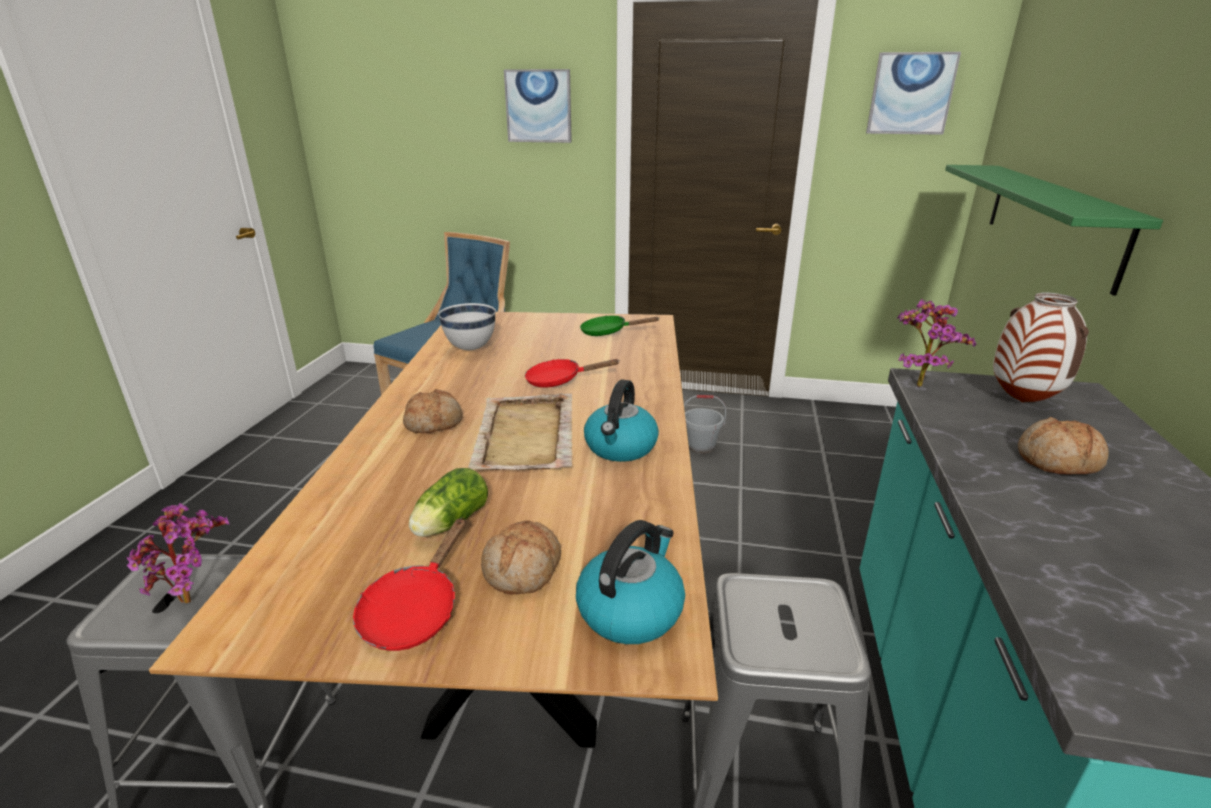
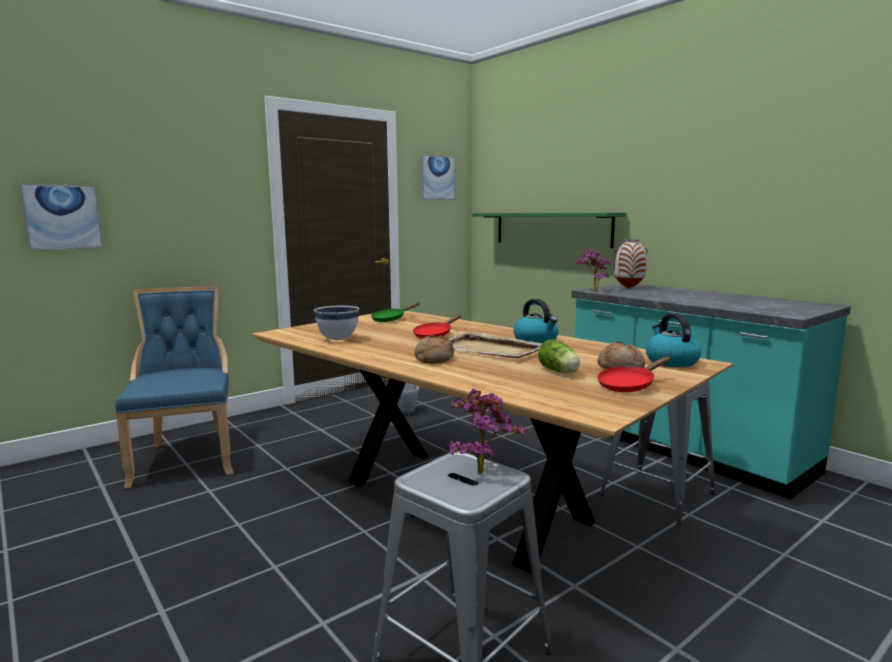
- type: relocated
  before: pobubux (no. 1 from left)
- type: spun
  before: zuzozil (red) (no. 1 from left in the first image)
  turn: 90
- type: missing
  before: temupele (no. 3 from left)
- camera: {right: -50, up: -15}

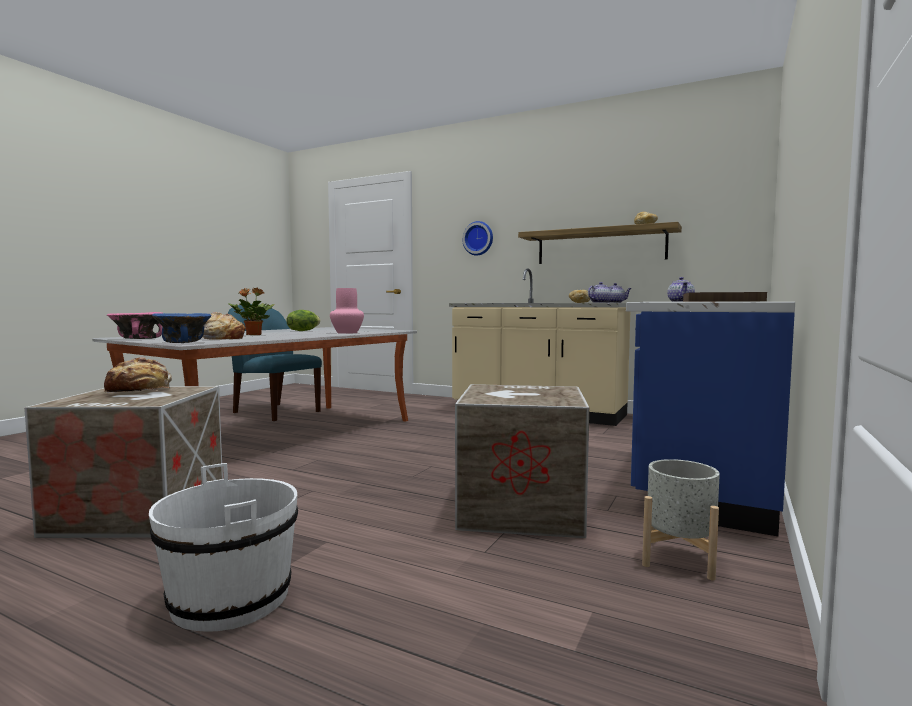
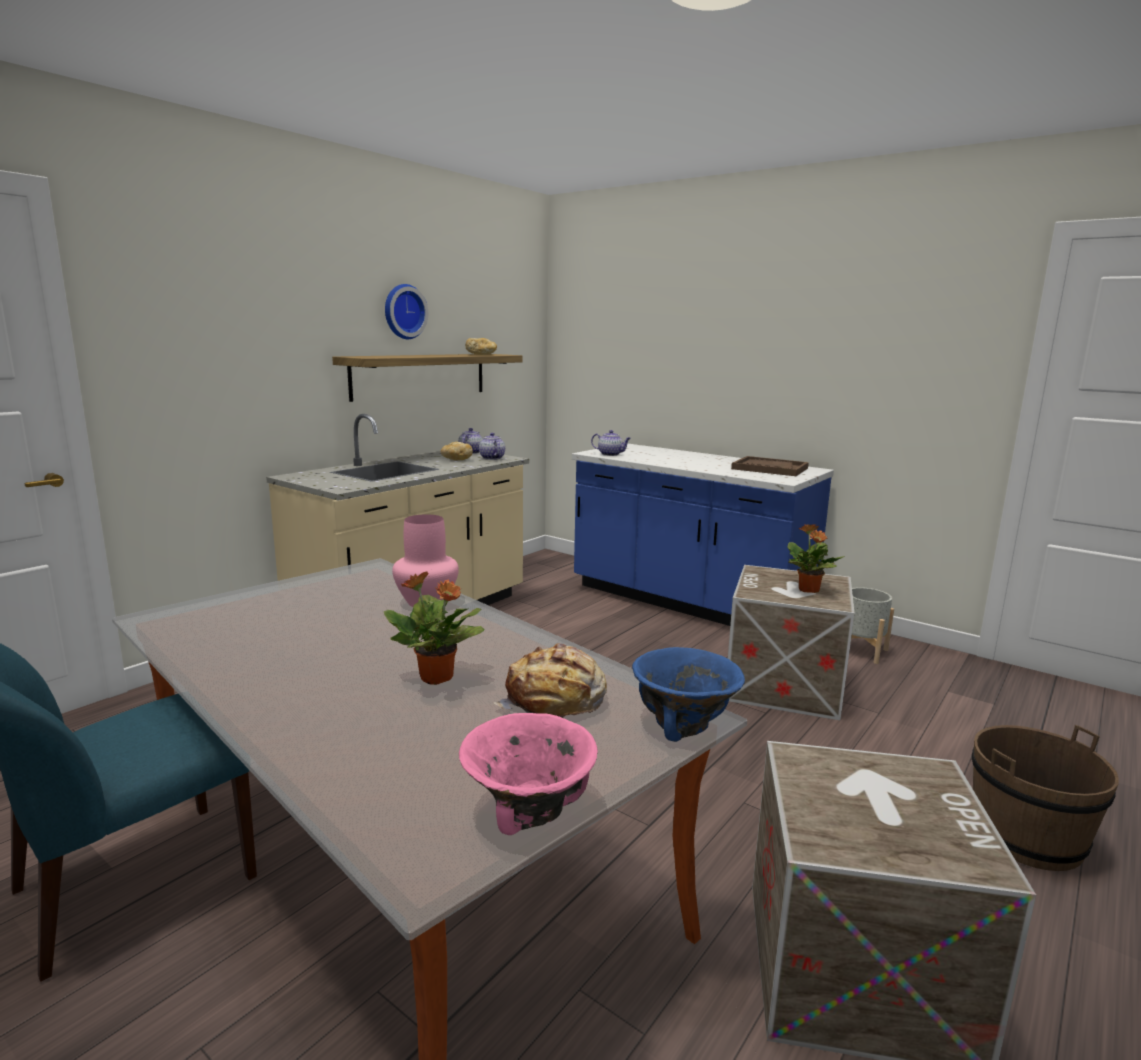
- type: relocated
  before: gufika
- type: appeared
  after: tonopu (no. 2 from left)
- type: colour
  before: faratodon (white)
  after: faratodon (brown)
- type: missing
  before: temupele (no. 1 from left)
- type: missing
  before: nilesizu
- camera: {right: -80, up: 10}

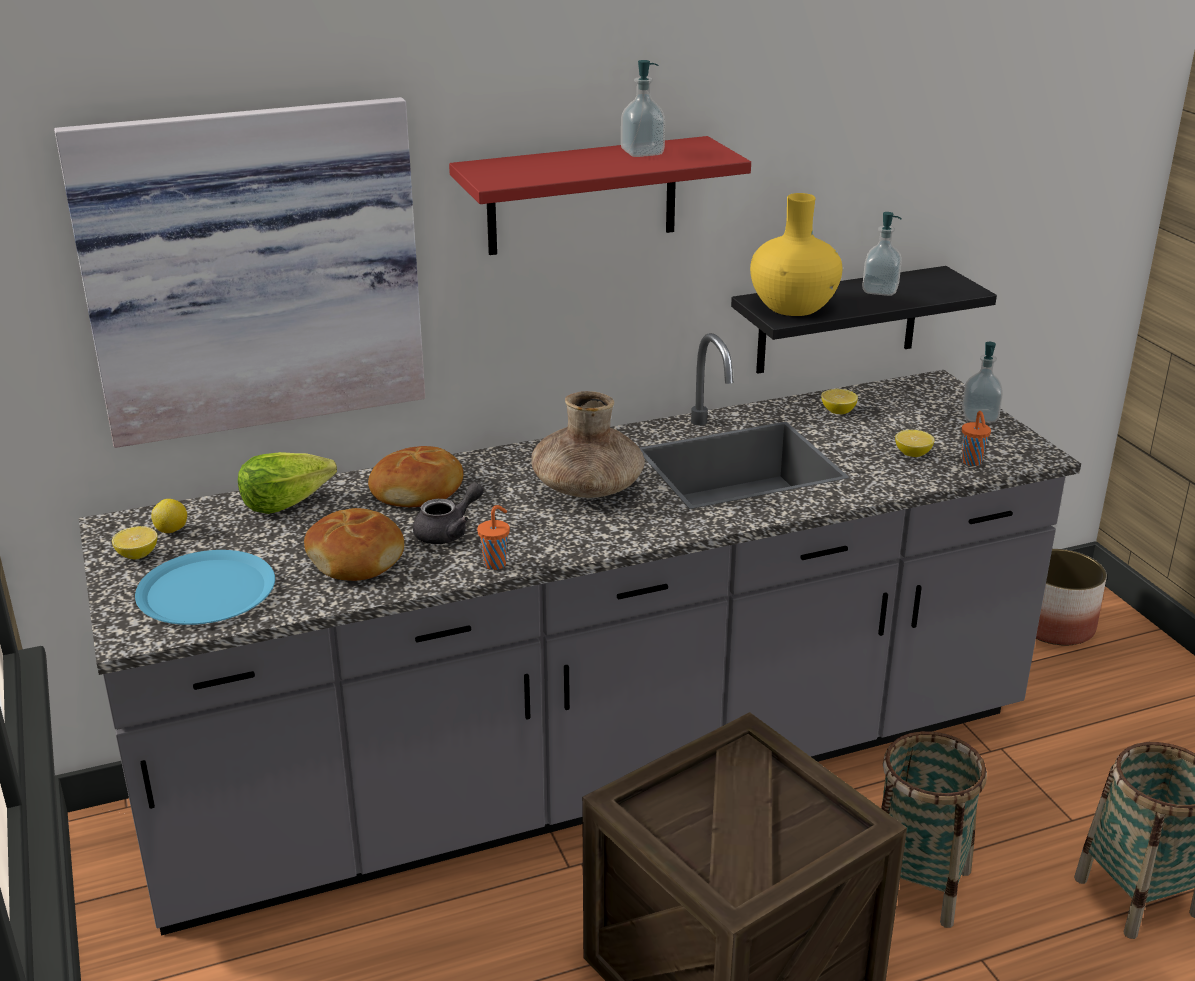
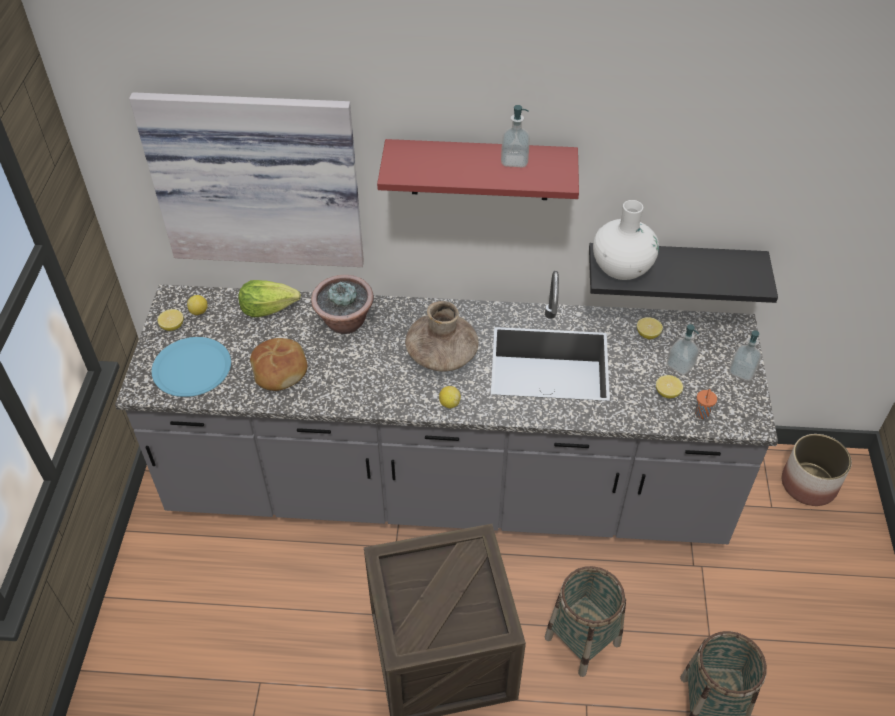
- type: exchanged
  before: temupele (no. 2 from left)
  after: tonopu
- type: appeared
  after: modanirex (no. 3 from left)
- type: colour
  before: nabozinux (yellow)
  after: nabozinux (white)
- type: relocated
  before: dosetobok (no. 2 from left)
- type: missing
  before: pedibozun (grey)
- type: missing
  before: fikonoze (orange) (no. 1 from left)
- camera: {right: 25, up: 20}

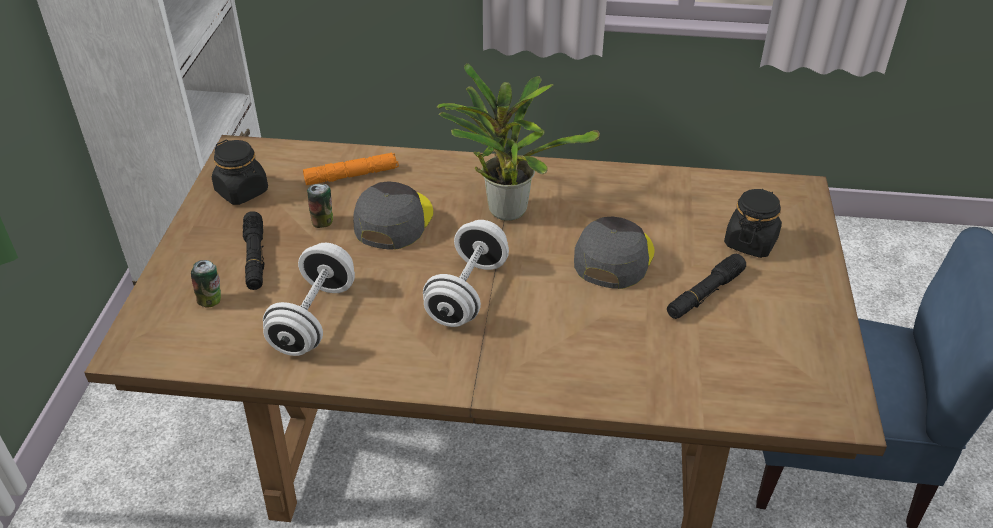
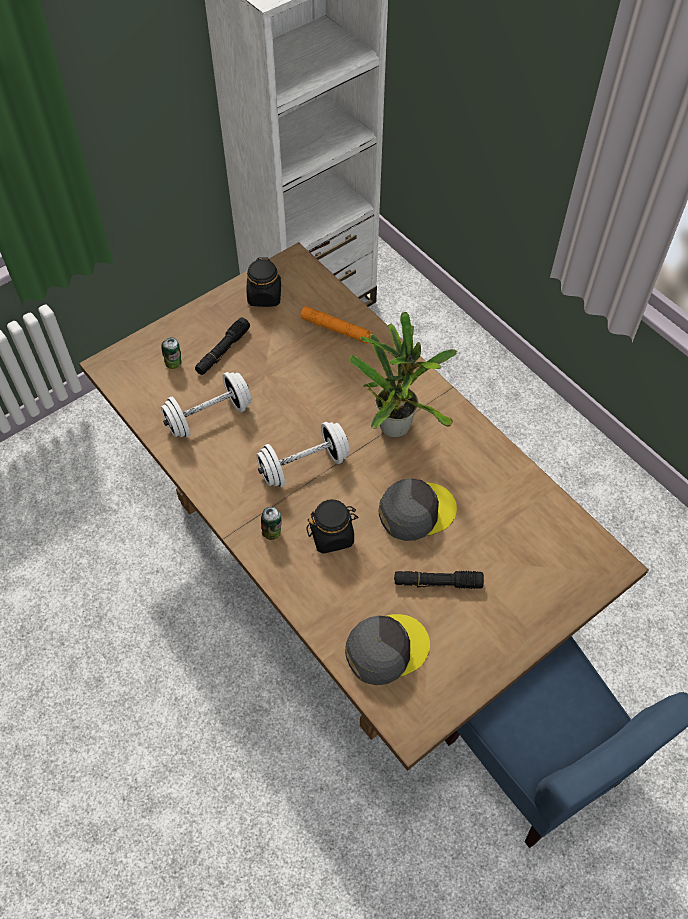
- type: relocated
  before: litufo (no. 2 from left)
- type: relocated
  before: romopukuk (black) (no. 2 from left)
- type: relocated
  before: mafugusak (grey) (no. 1 from left)
- camera: {right: 45, up: 15}

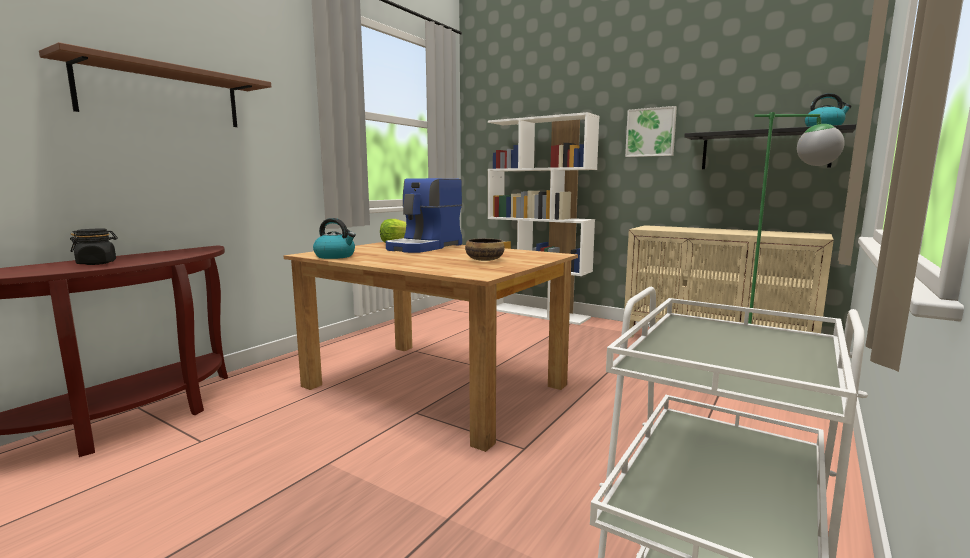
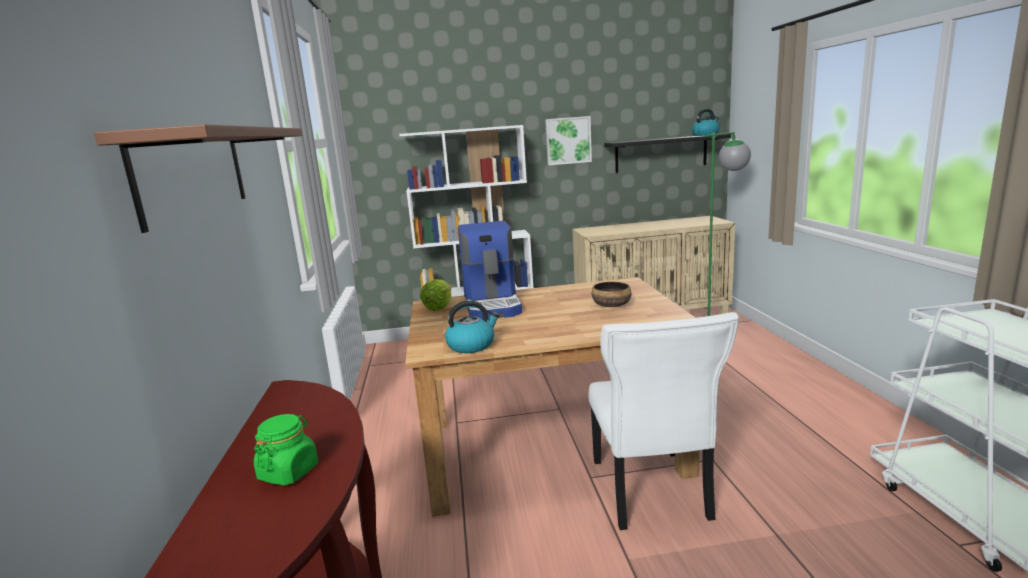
- type: colour
  before: romopukuk (black)
  after: romopukuk (green)
- type: appeared
  after: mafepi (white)
- camera: {right: -40, up: 5}

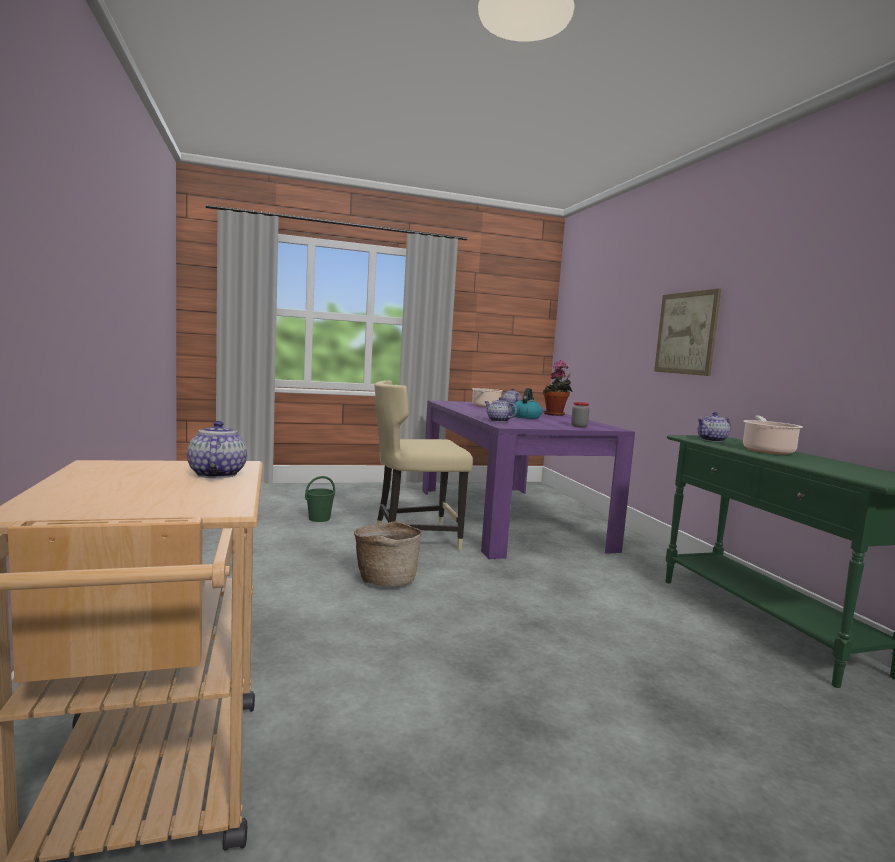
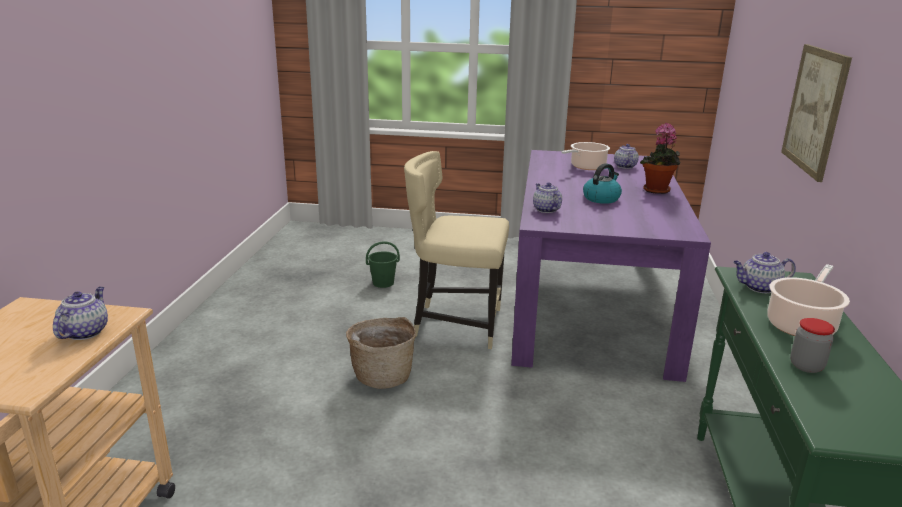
- type: relocated
  before: romopukuk
- camera: {right: 25, up: 15}

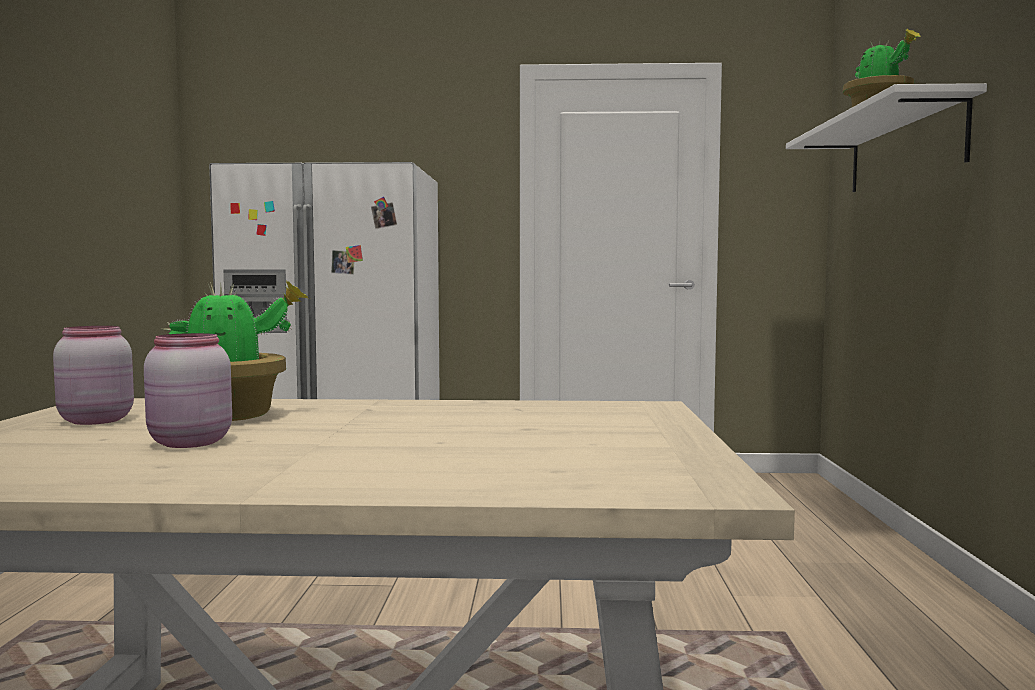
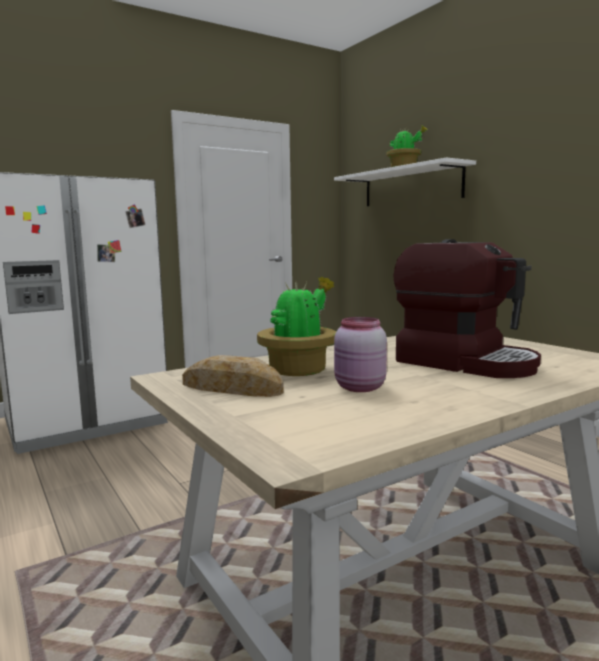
- type: exchanged
  before: romopukuk (pink) (no. 1 from left)
  after: temupele
- type: appeared
  after: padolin
- camera: {right: -35, up: 5}

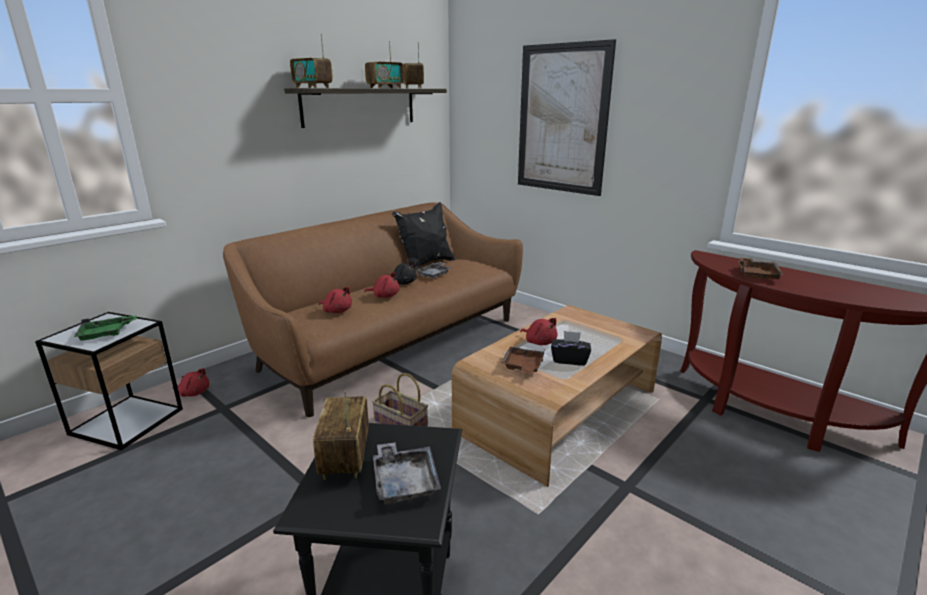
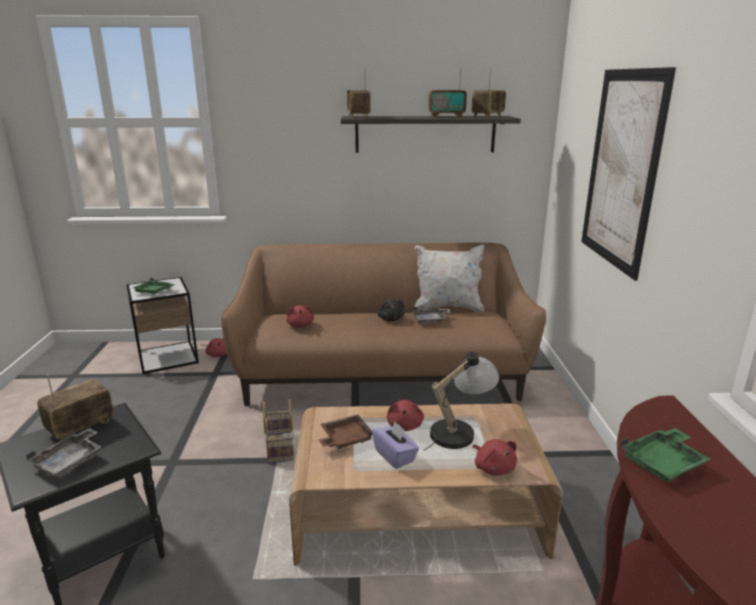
- type: colour
  before: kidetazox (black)
  after: kidetazox (purple)
- type: colour
  before: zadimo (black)
  after: zadimo (white)
- type: appeared
  after: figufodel
- type: relocated
  before: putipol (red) (no. 3 from left in the first image)
  after: putipol (red) (no. 4 from left)
- type: colour
  before: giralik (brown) (no. 2 from left)
  after: giralik (green) (no. 2 from left)
- camera: {right: 45, up: 0}

